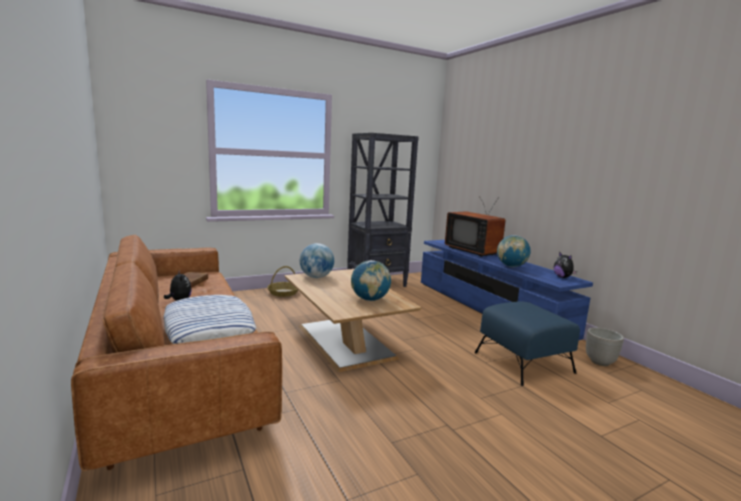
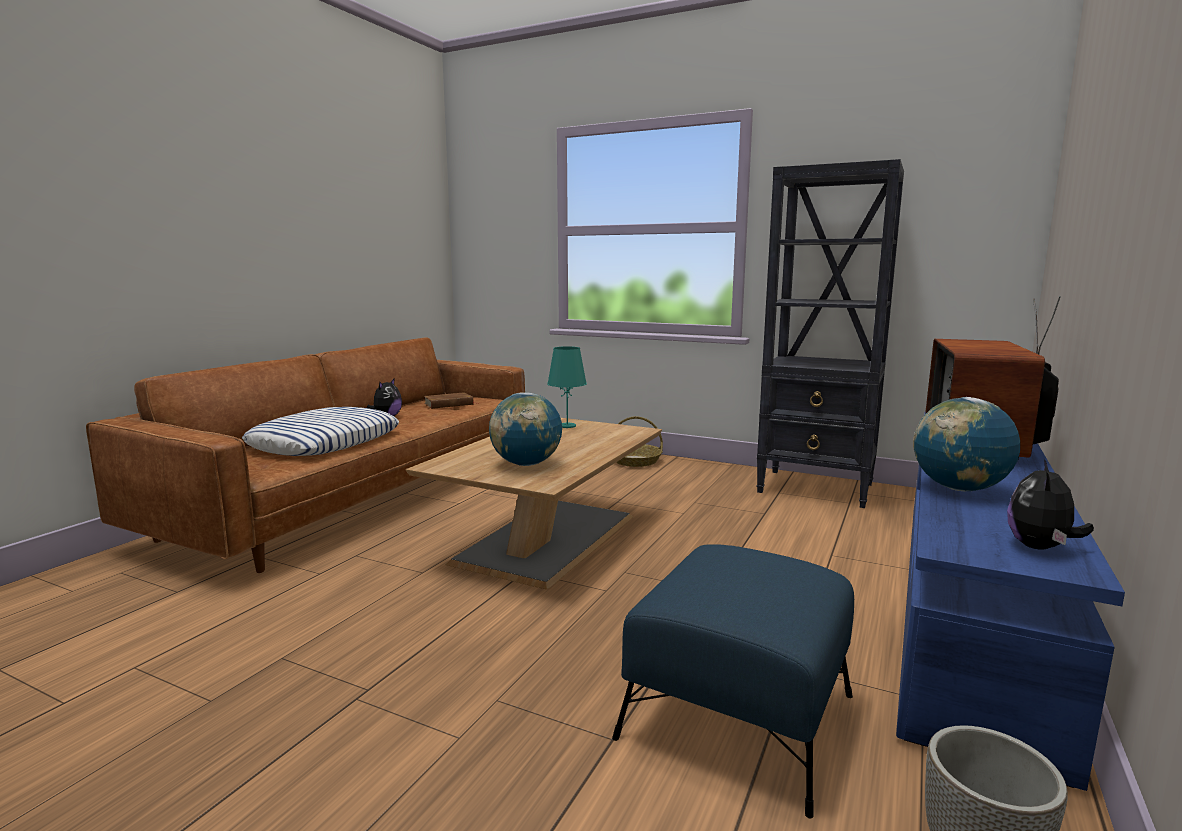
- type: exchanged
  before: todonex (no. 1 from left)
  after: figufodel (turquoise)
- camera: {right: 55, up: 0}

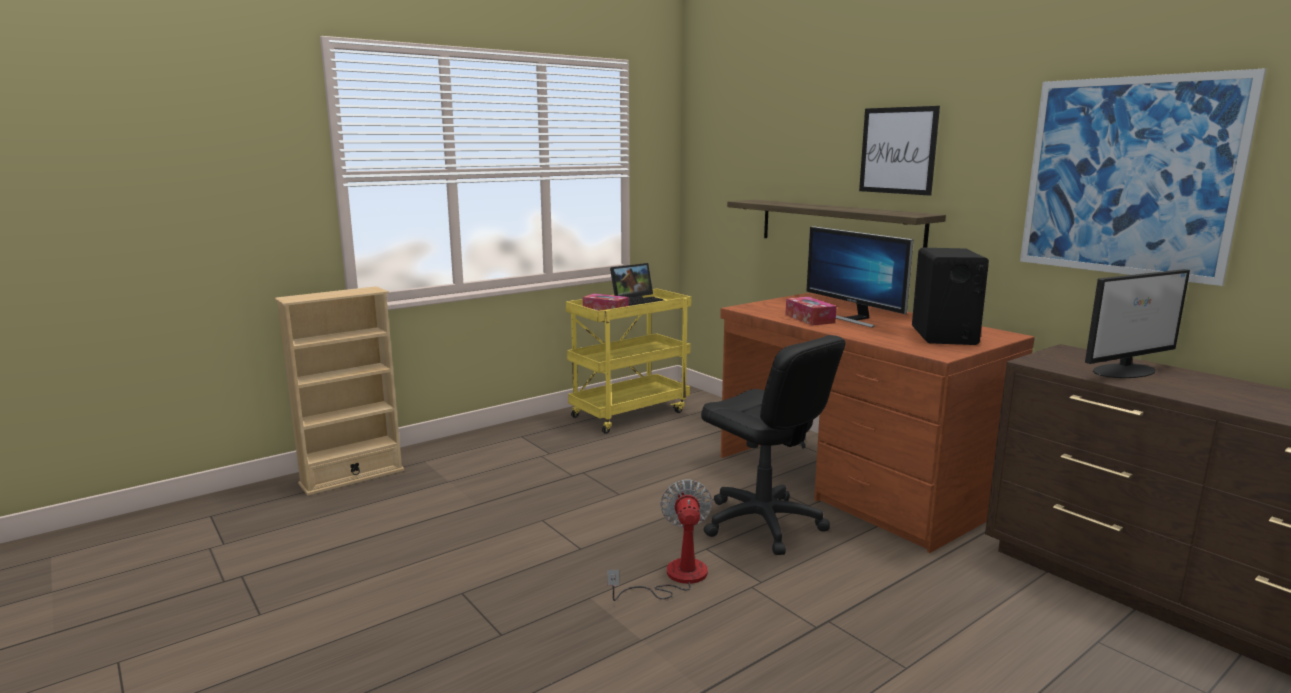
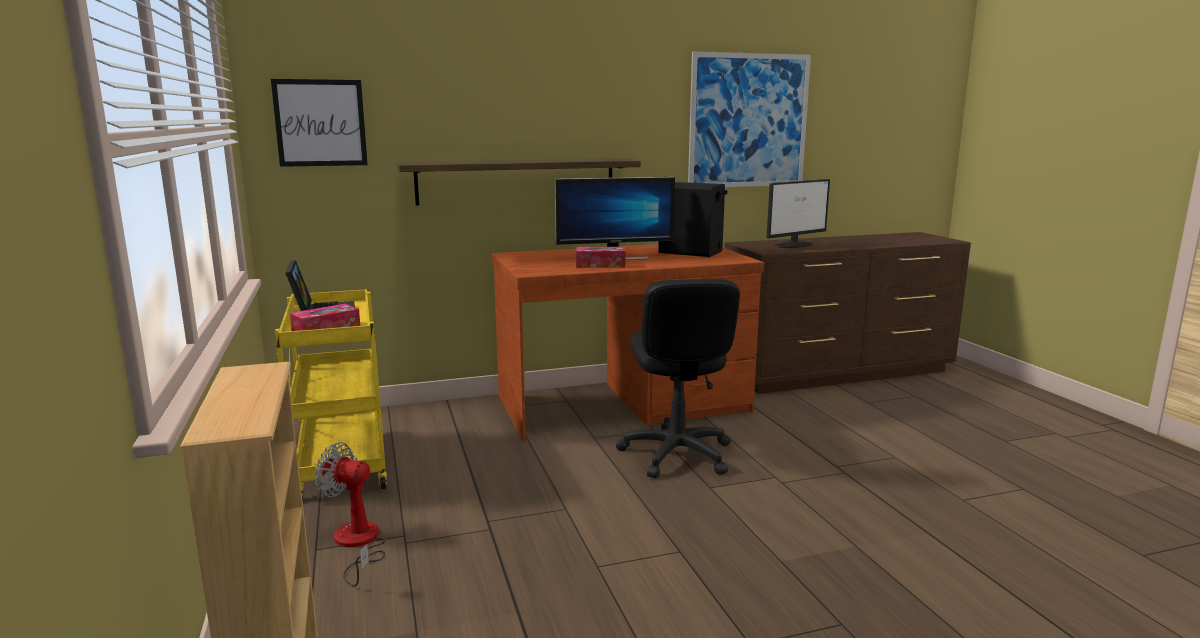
- type: relocated
  before: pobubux (no. 1 from left)
- type: relocated
  before: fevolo
- type: spun
  before: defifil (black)
  turn: 105
- type: spun
  before: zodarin (no. 2 from left)
  turn: 60
- camera: {right: -70, up: 0}

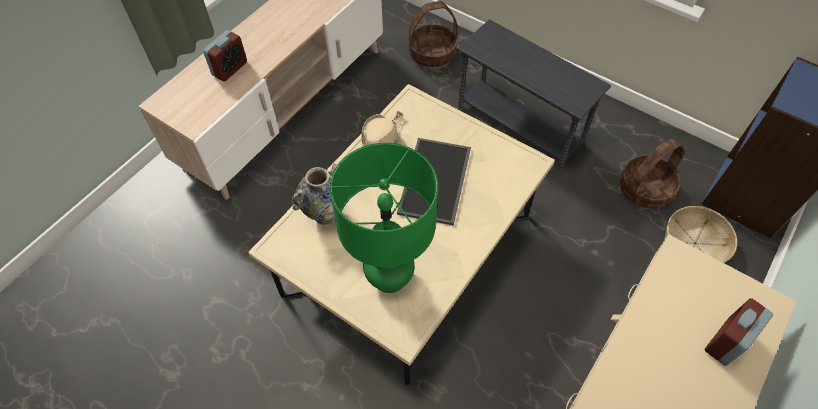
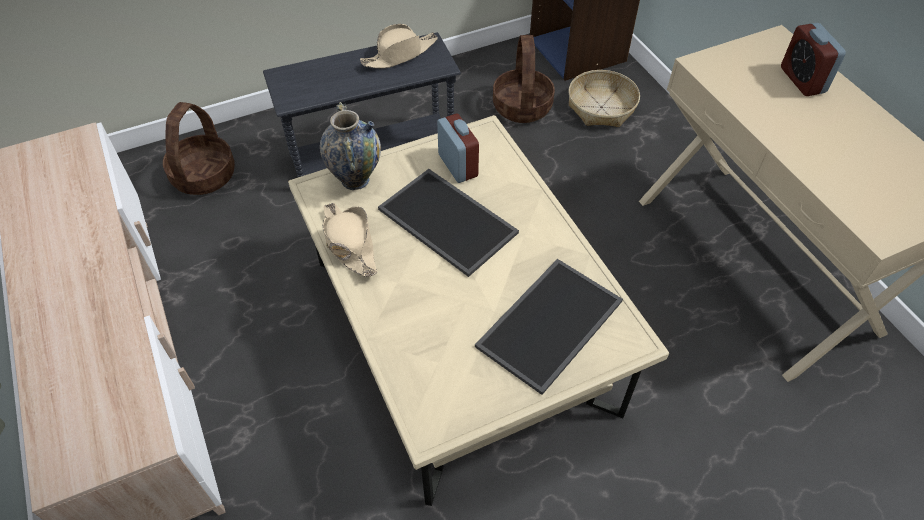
- type: relocated
  before: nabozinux
- type: appeared
  after: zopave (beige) (no. 2 from left)
- type: relocated
  before: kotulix (no. 1 from left)
- type: exchanged
  before: figufodel (green)
  after: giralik (no. 2 from left)
- camera: {right: -60, up: -5}

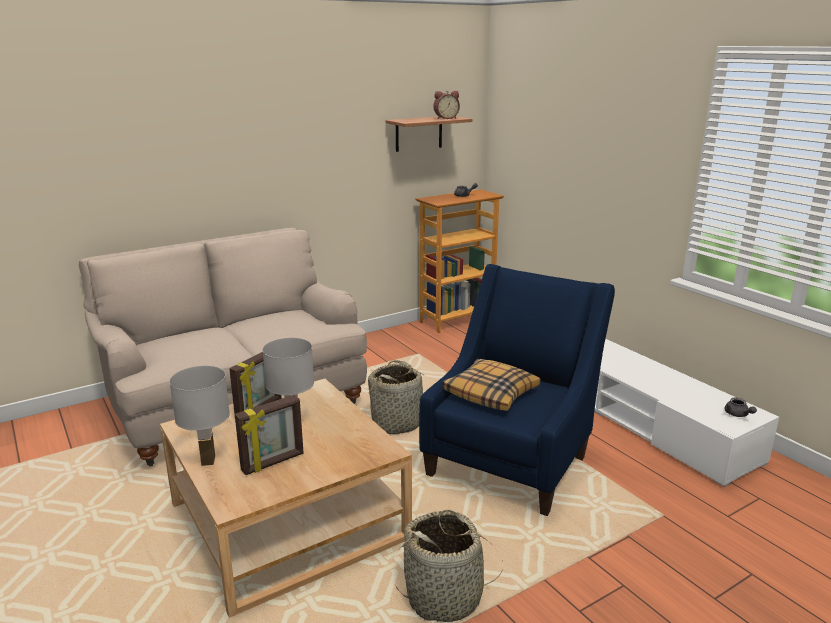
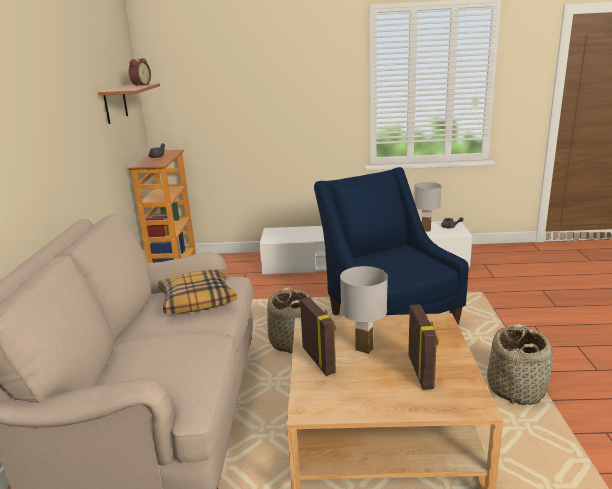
- type: relocated
  before: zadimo
- type: relocated
  before: figufodel (white) (no. 1 from left in the first image)
  after: figufodel (white) (no. 2 from left)
- camera: {right: -55, up: 0}

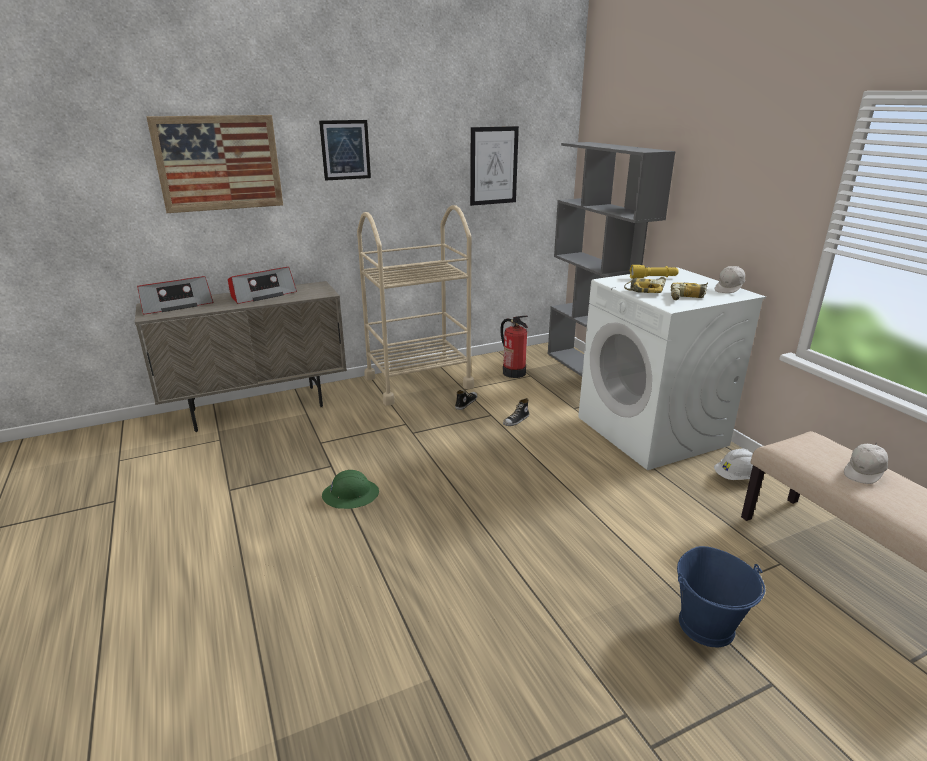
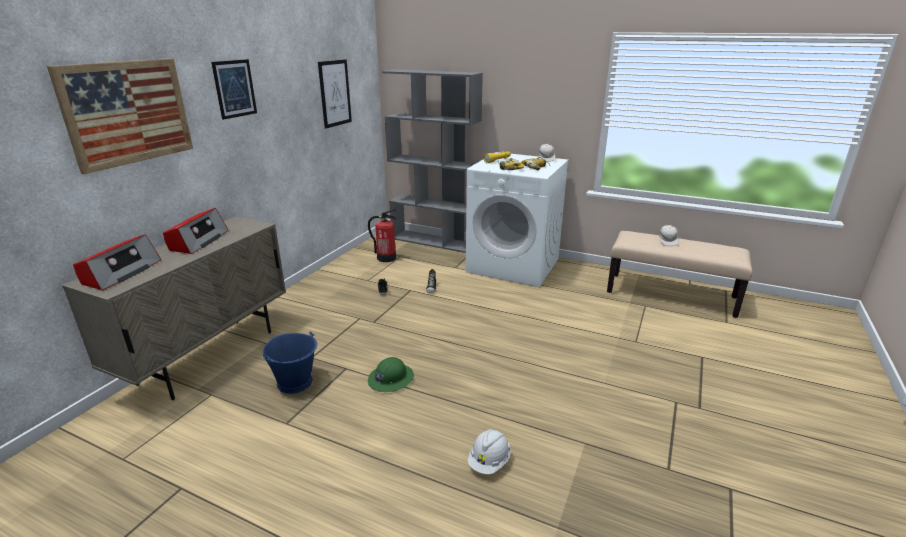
- type: relocated
  before: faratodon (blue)
- type: relocated
  before: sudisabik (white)
- type: missing
  before: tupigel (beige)
- camera: {right: -40, up: 0}

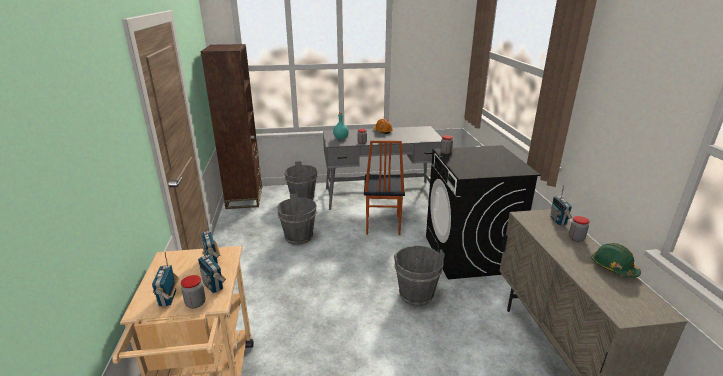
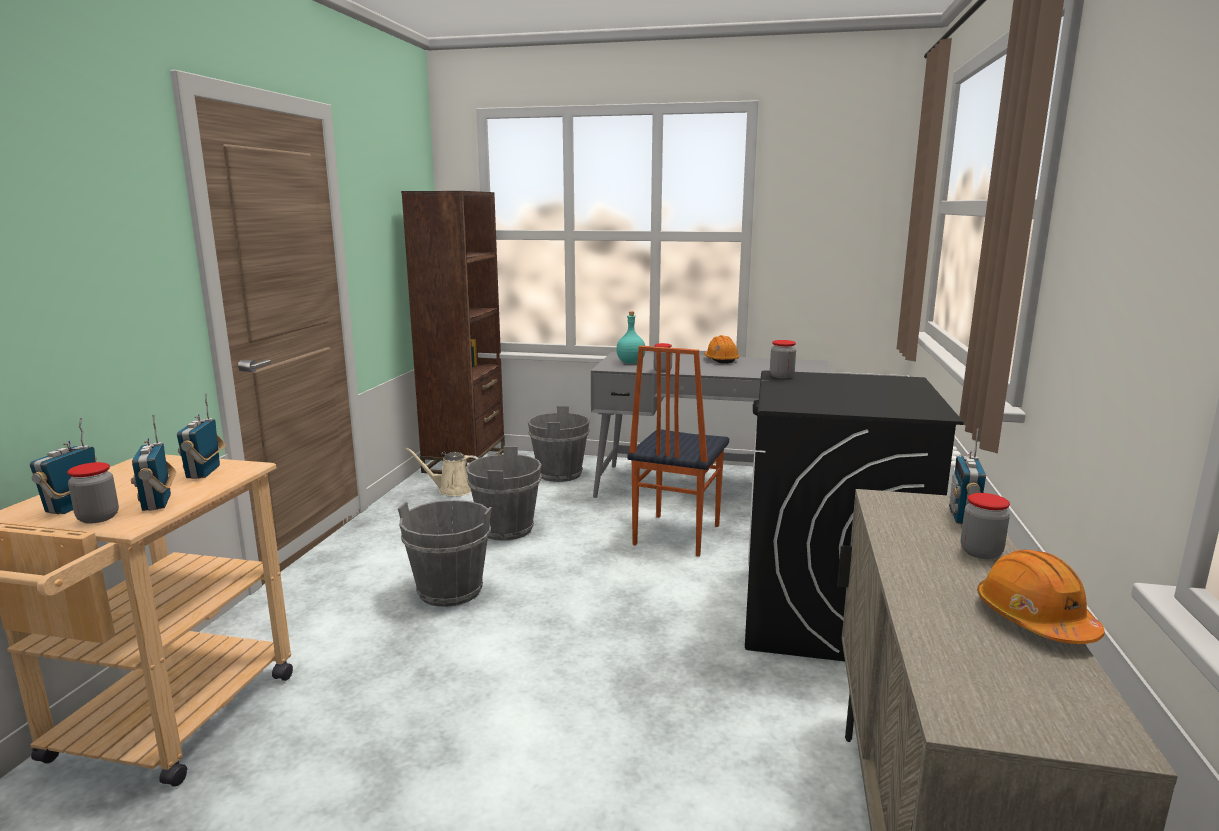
- type: relocated
  before: faratodon (grey) (no. 3 from left in the first image)
  after: faratodon (grey) (no. 1 from left)
- type: appeared
  after: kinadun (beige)
- type: colour
  before: sudisabik (green)
  after: sudisabik (orange) (no. 2 from left)
- camera: {right: 20, up: -10}

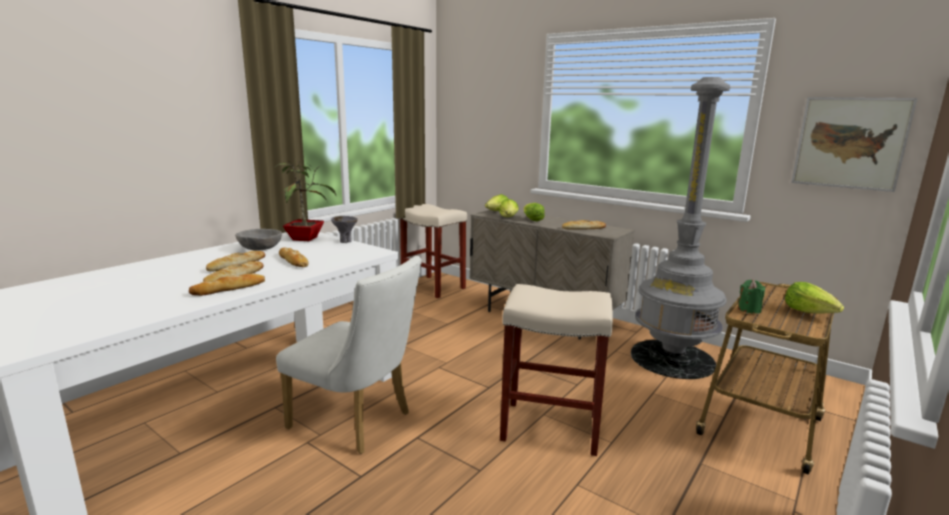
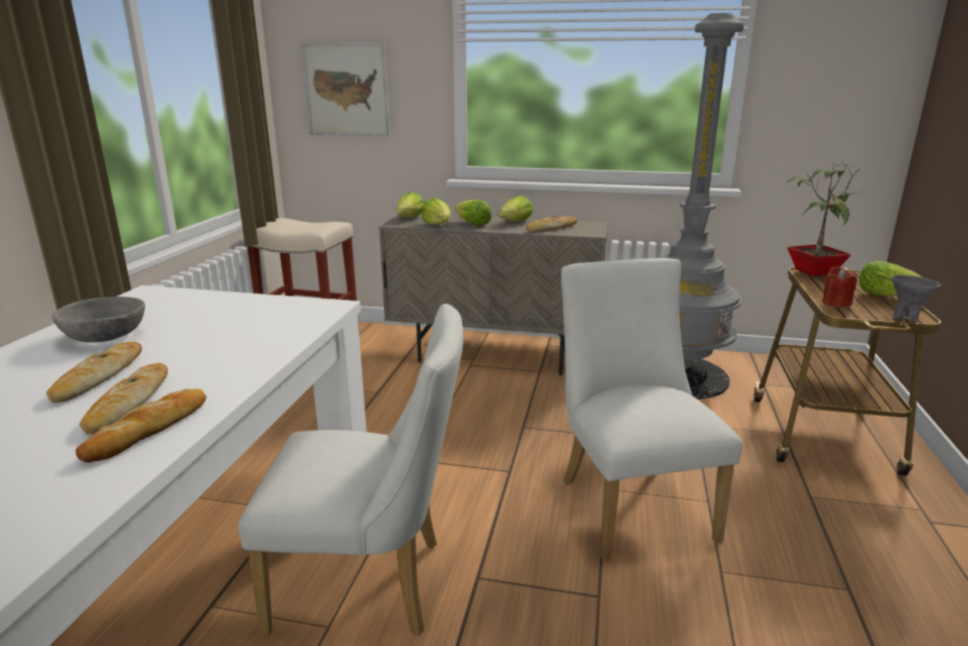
- type: relocated
  before: pobubux
- type: appeared
  after: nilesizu (no. 4 from left)
- type: exchanged
  before: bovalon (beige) (no. 2 from left)
  after: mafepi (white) (no. 2 from left)
- type: relocated
  before: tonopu
- type: colour
  before: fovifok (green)
  after: fovifok (red)
- type: relocated
  before: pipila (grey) (no. 2 from left)
- type: missing
  before: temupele (no. 4 from left)
- camera: {right: -25, up: 5}

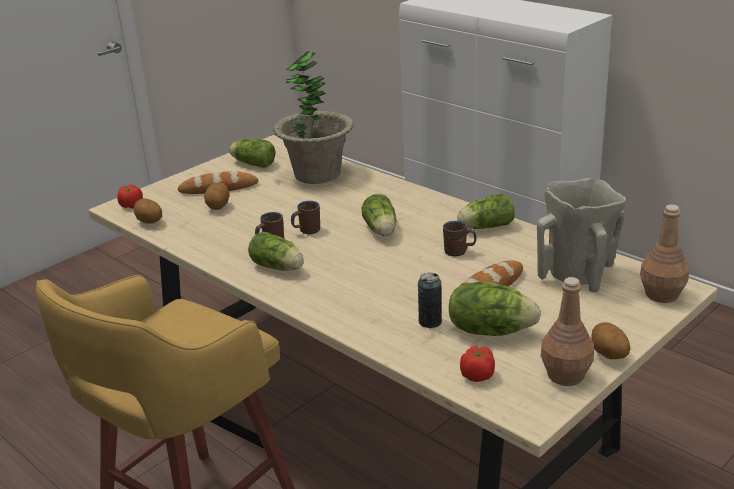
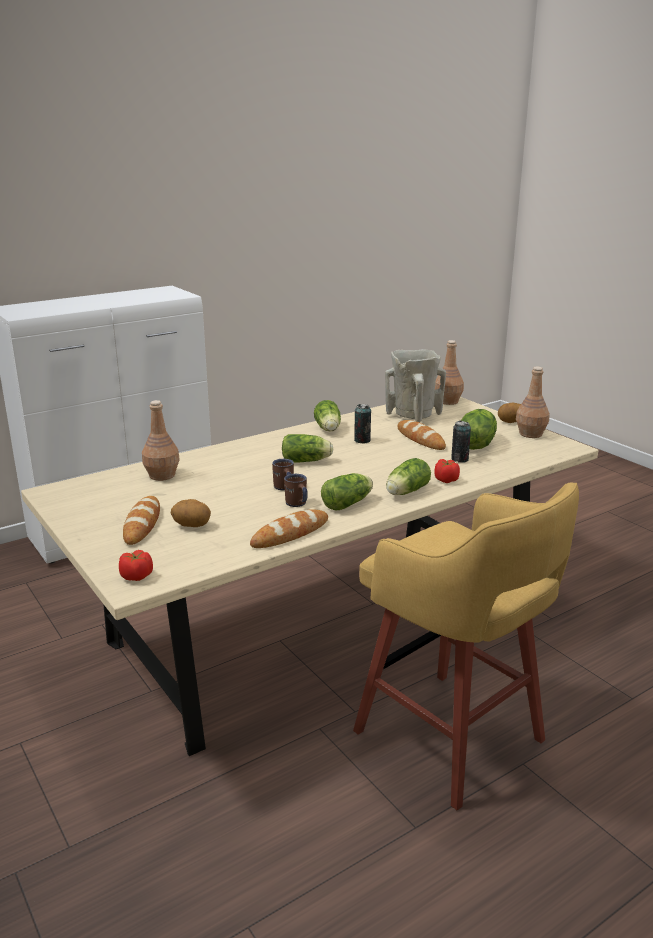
- type: exchanged
  before: tonopu
  after: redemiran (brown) (no. 1 from left)
- type: appeared
  after: temupele (no. 2 from left)
- type: exchanged
  before: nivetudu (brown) (no. 3 from left)
  after: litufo (no. 1 from left)
- type: relocated
  before: nilesizu (no. 1 from left in the first image)
  after: nilesizu (no. 4 from left)
- type: relocated
  before: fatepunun (no. 2 from left)
- type: missing
  before: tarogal (no. 1 from left)
- camera: {right: -80, up: -5}

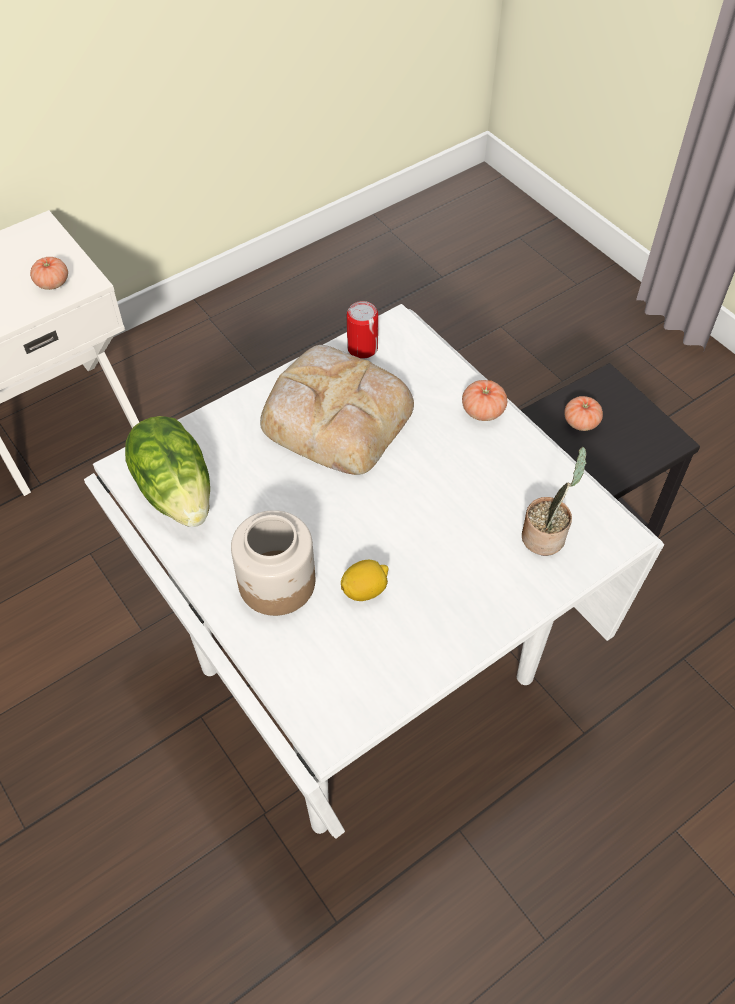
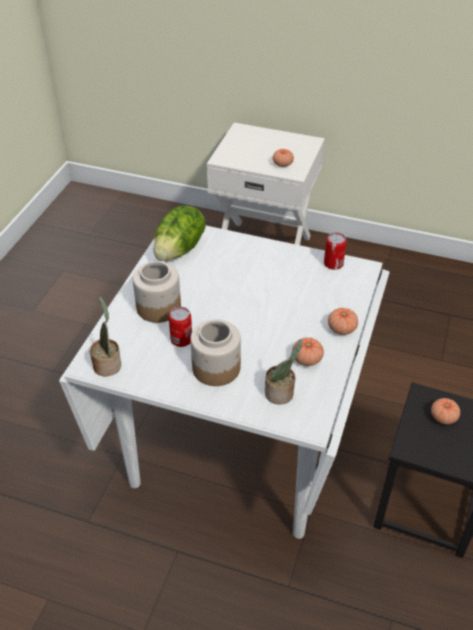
- type: appeared
  after: tonopu (no. 1 from left)
- type: exchanged
  before: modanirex
  after: litufo (no. 1 from left)
- type: appeared
  after: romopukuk (no. 2 from left)
- type: appeared
  after: fatepunun (no. 2 from left)
- type: missing
  before: temupele
- camera: {right: 55, up: -10}

